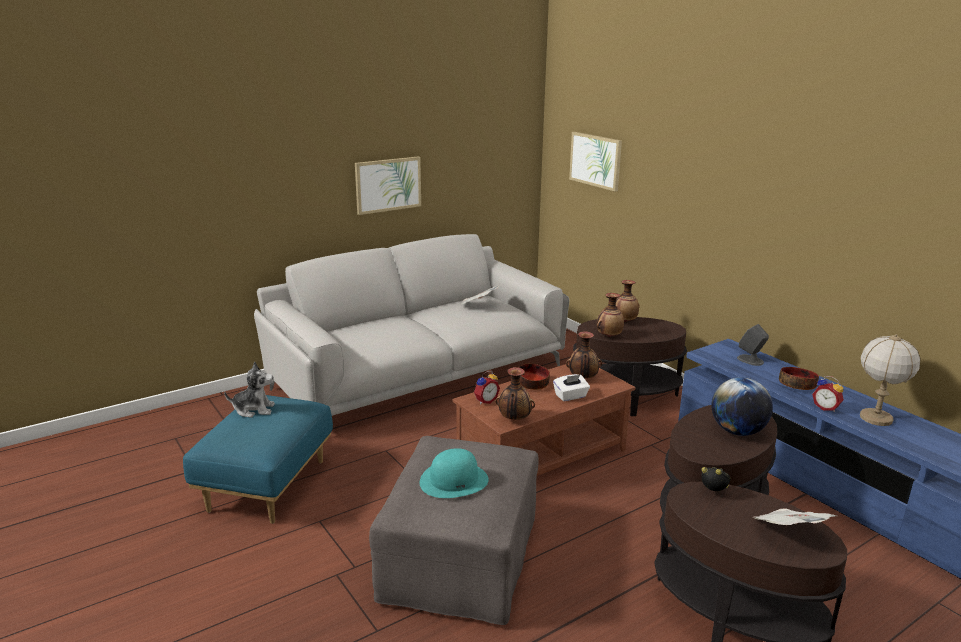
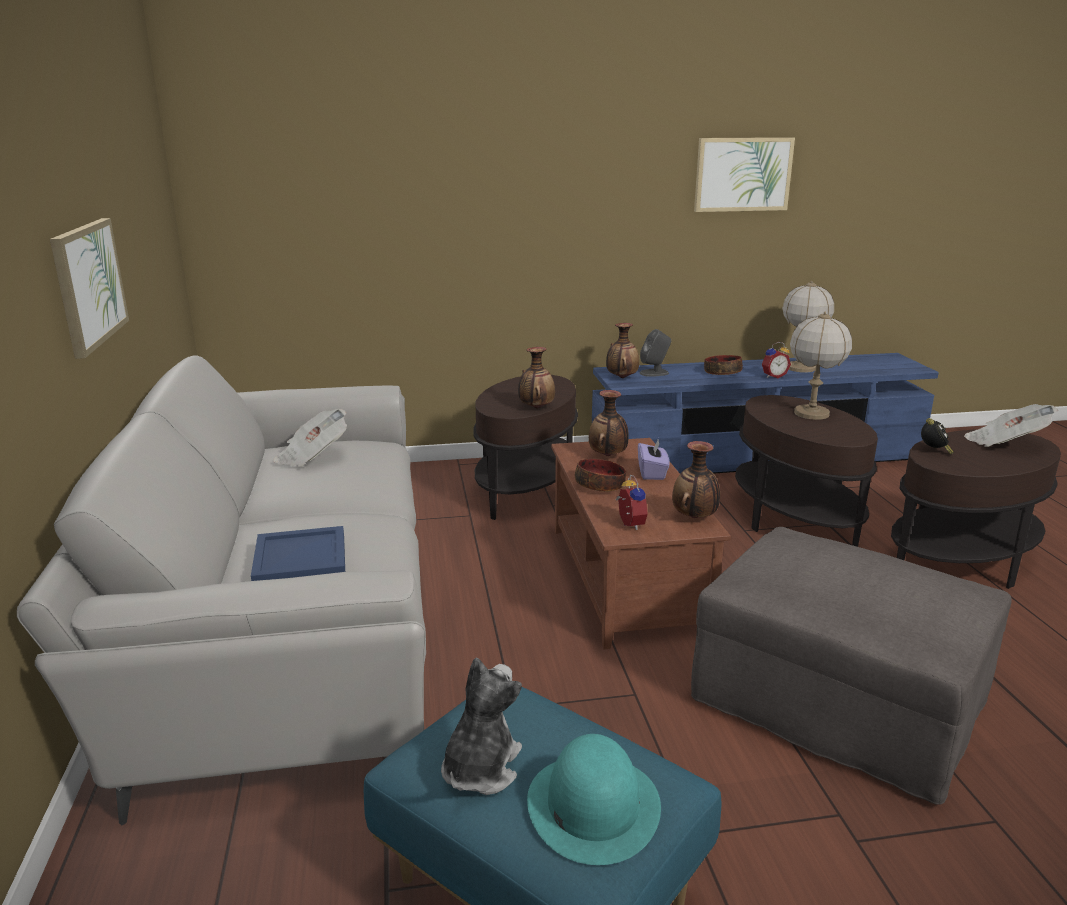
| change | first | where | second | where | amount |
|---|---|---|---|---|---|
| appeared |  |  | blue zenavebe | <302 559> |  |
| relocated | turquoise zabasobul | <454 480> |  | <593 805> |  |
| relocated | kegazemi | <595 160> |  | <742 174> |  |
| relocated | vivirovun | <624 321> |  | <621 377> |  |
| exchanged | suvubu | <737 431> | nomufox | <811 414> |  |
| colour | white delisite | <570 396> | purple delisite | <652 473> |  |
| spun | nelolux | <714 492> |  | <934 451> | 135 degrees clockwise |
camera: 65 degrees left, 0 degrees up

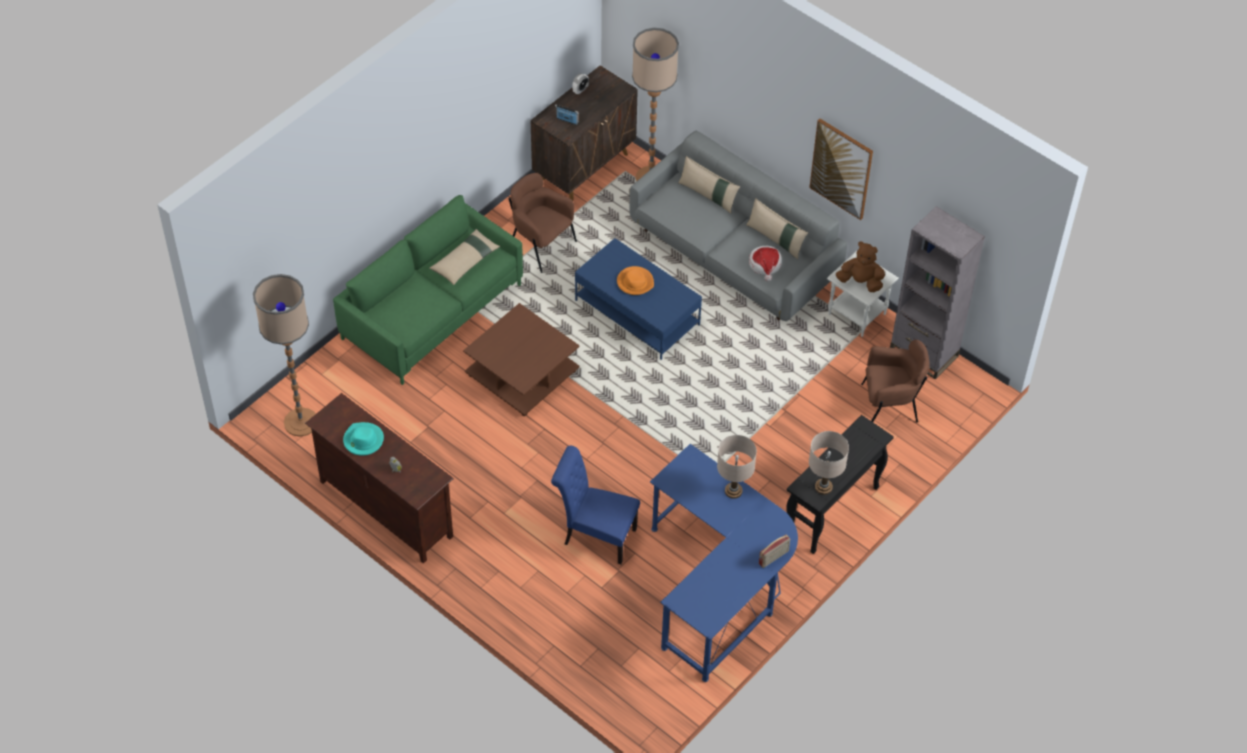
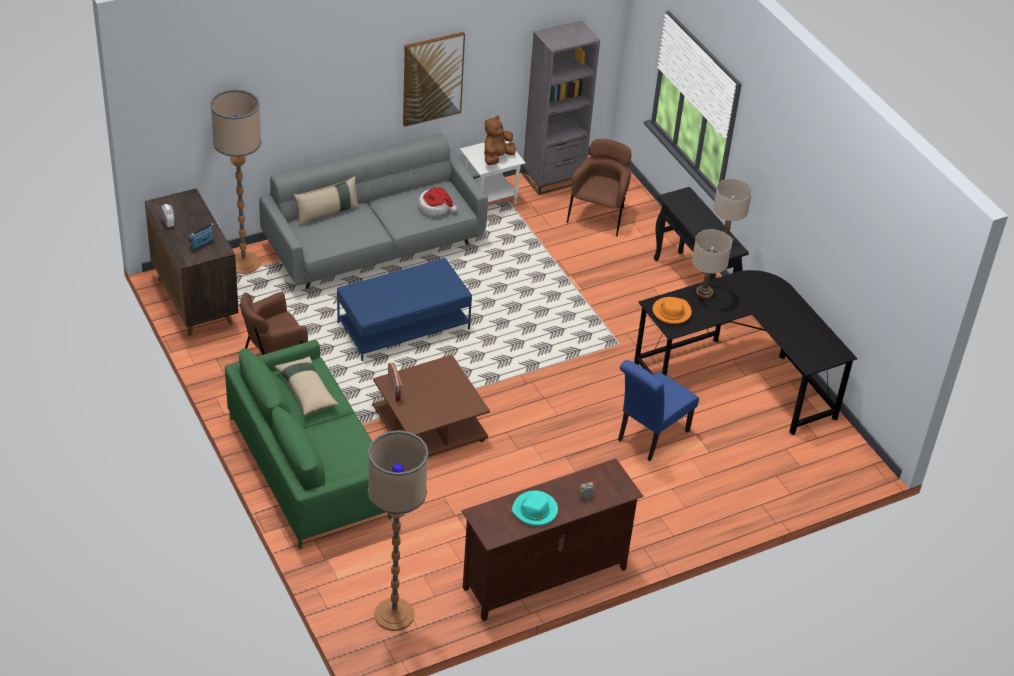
| change | first | where | second | where | amount |
|---|---|---|---|---|---|
| missing | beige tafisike | <775 239> |  |  |  |
| relocated | orange zabasobul | <635 282> |  | <671 312> |  |
| relocated | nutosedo | <774 558> |  | <395 390> |  |
| colour | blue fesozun | <720 584> | black fesozun | <739 376> |  |
camera: 70 degrees left, 10 degrees down

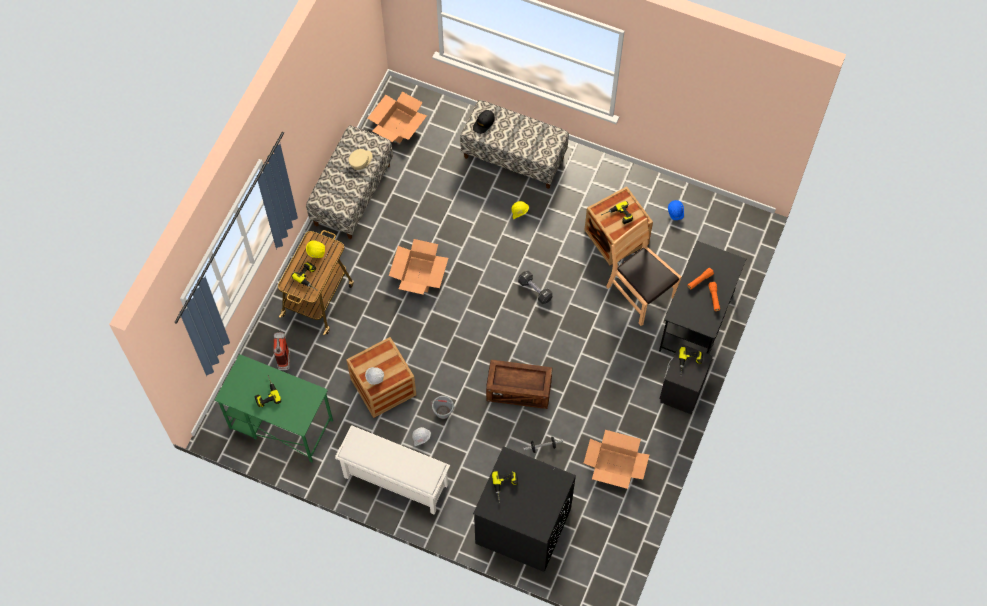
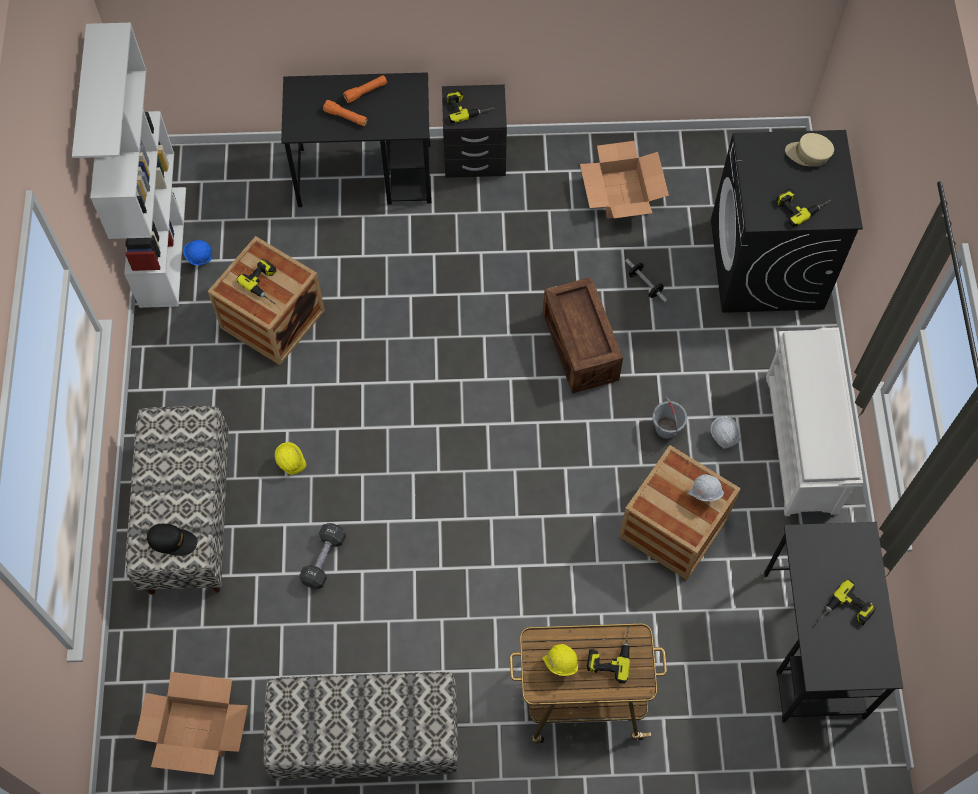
| change | first | where | second | where | amount |
|---|---|---|---|---|---|
| missing | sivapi | <284 356> |  |  |  |
| missing | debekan | <419 274> |  |  |  |
| missing | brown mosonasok | <640 293> |  |  |  |
| appeared |  |  | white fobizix | <162 246> |  |
| relocated | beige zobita | <360 161> |  | <808 154> |  |
| relocated | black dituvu | <535 290> |  | <324 559> |  |
| colour | green fesozun | <280 424> | black fesozun | <813 645> |  |
camera: 115 degrees left, 0 degrees up

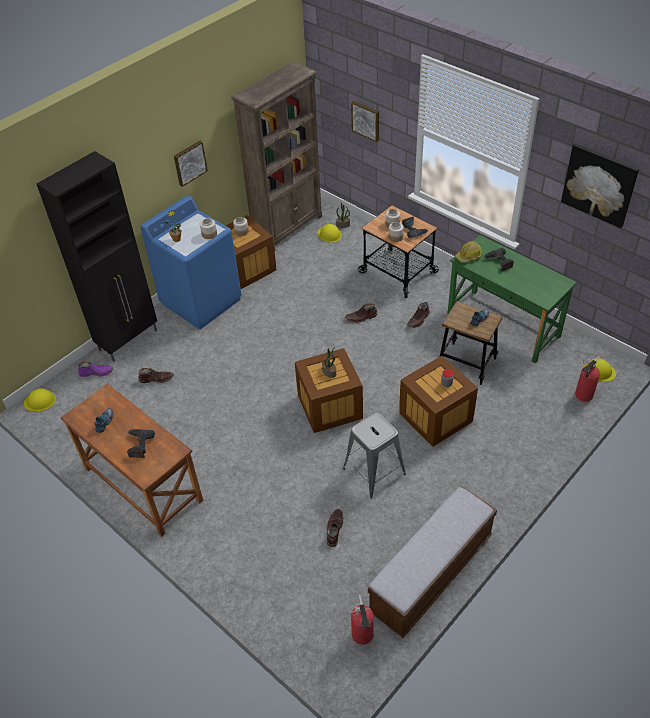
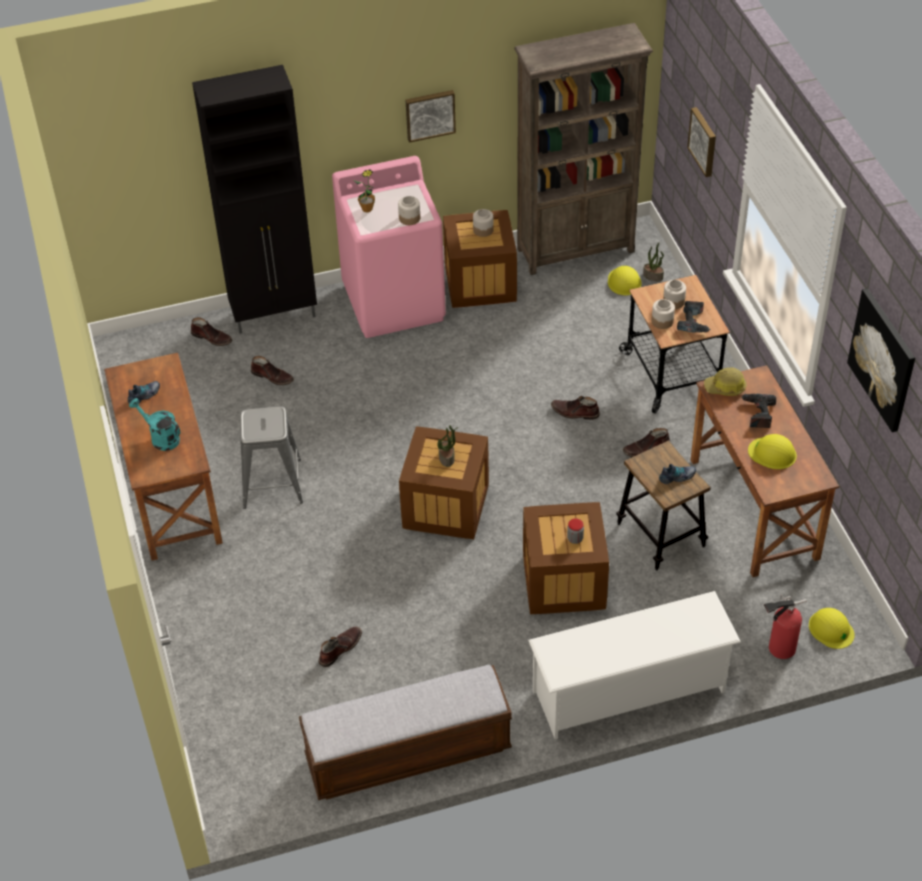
| change | first | where | second | where | amount |
|---|---|---|---|---|---|
| missing | sivapi | <362 636> |  |  |  |
| appeared |  |  | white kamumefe | <629 691> |  |
| relocated | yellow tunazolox | <40 401> |  | <772 453> |  |
| relocated | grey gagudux | <373 471> |  | <272 483> |  |
| exchanged | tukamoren | <139 445> | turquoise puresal | <161 438> |  |
| colour | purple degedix | <96 372> | brown degedix | <212 338> |  |
| colour | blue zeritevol | <201 301> | pink zeritevol | <394 302> |  |
| colour | green fesozun | <503 325> | brown fesozun | <754 508> |  |
camera: 30 degrees right, 0 degrees up

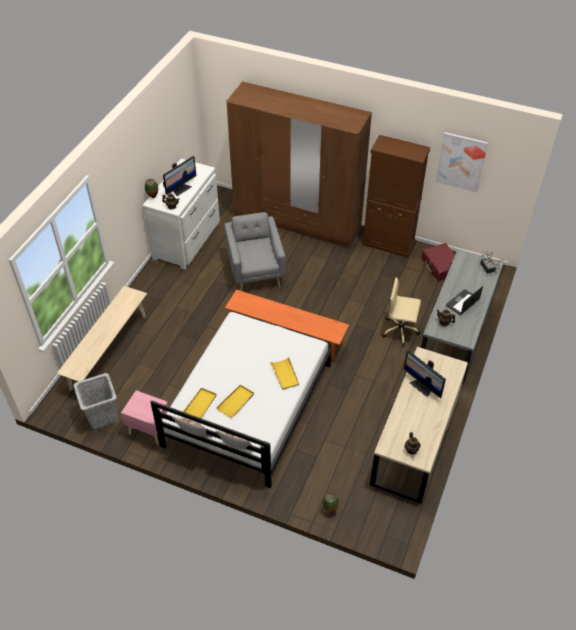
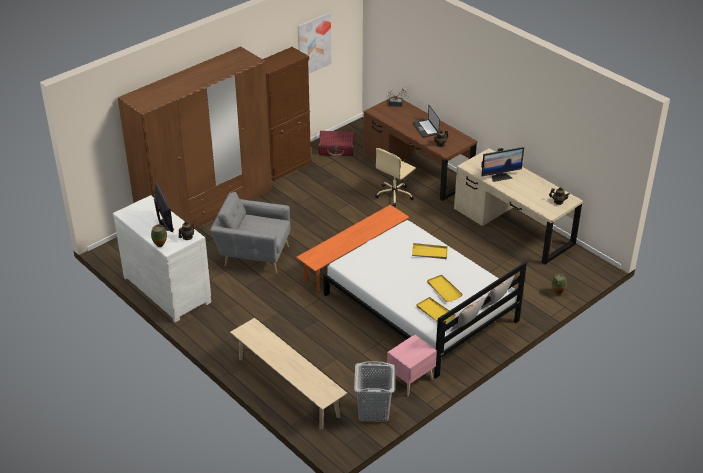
| change | first | where | second | where | amount |
|---|---|---|---|---|---|
| colour | grey fesozun | <456 333> | brown fesozun | <417 168> |  |
camera: 65 degrees left, 10 degrees down

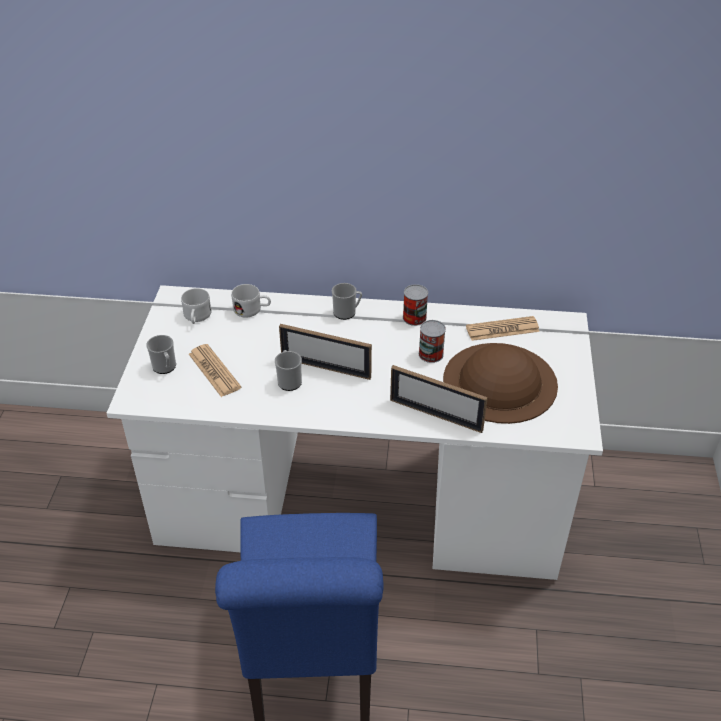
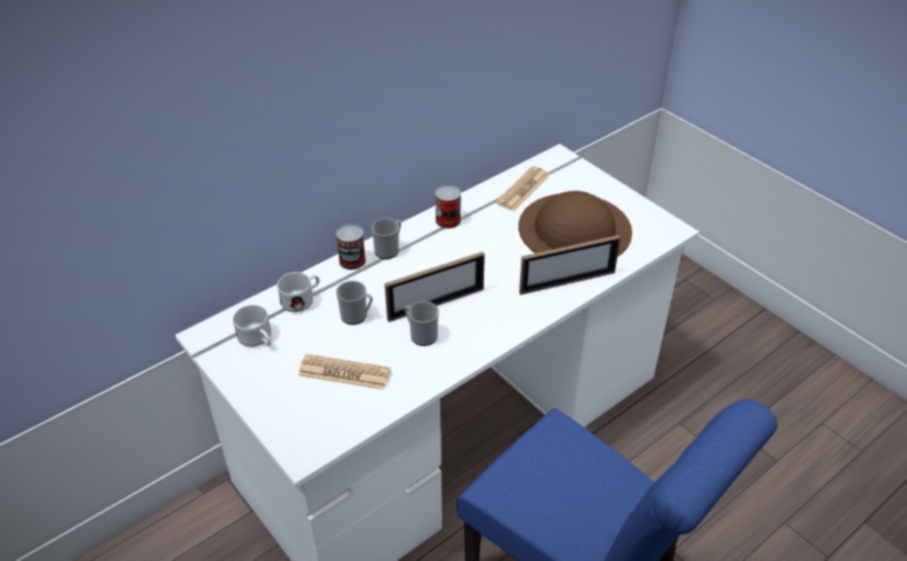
| change | first | where | second | where | amount |
|---|---|---|---|---|---|
| relocated | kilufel | <165 368> |  | <357 316> |  |
| relocated | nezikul | <431 354> |  | <352 261> |  |
camera: 45 degrees left, 0 degrees up

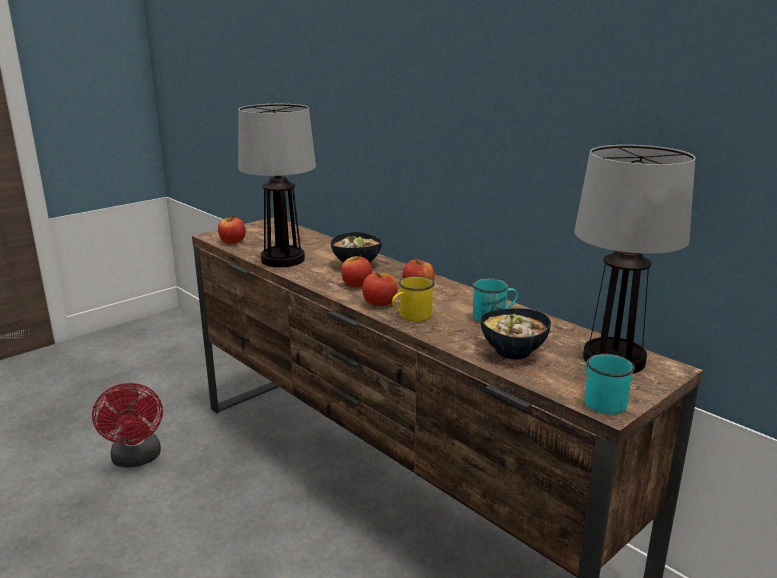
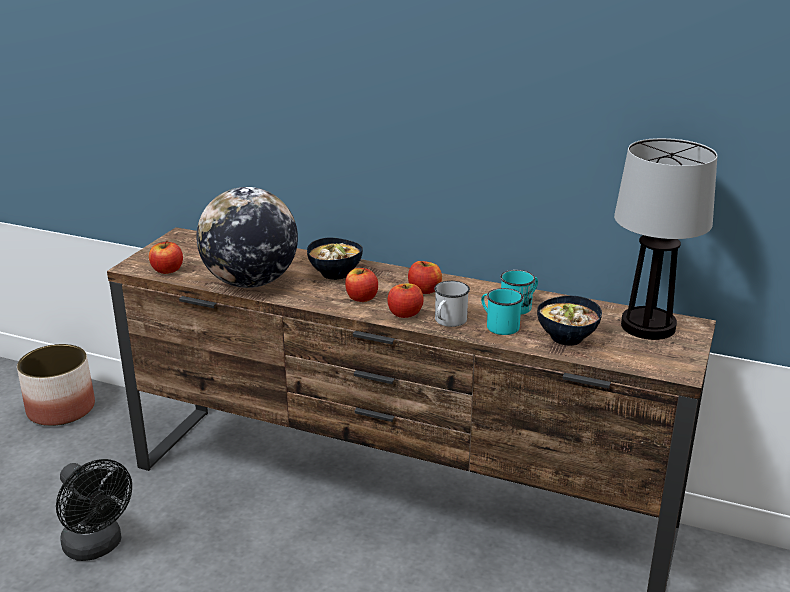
| change | first | where | second | where | amount |
|---|---|---|---|---|---|
| appeared |  |  | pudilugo | <61 410> |  |
| relocated | turquoise kilufel | <601 400> |  | <498 325> |  |
| exchanged | nomufox | <282 259> | suvubu | <250 282> |  |
| colour | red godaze | <137 459> | black godaze | <97 547> |  |
| colour | yellow kilufel | <411 316> | white kilufel | <448 322> |  |
camera: 25 degrees left, 5 degrees up

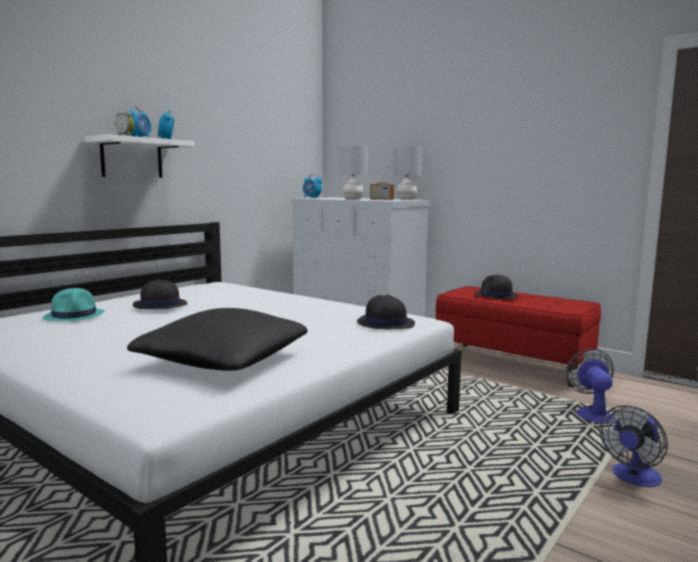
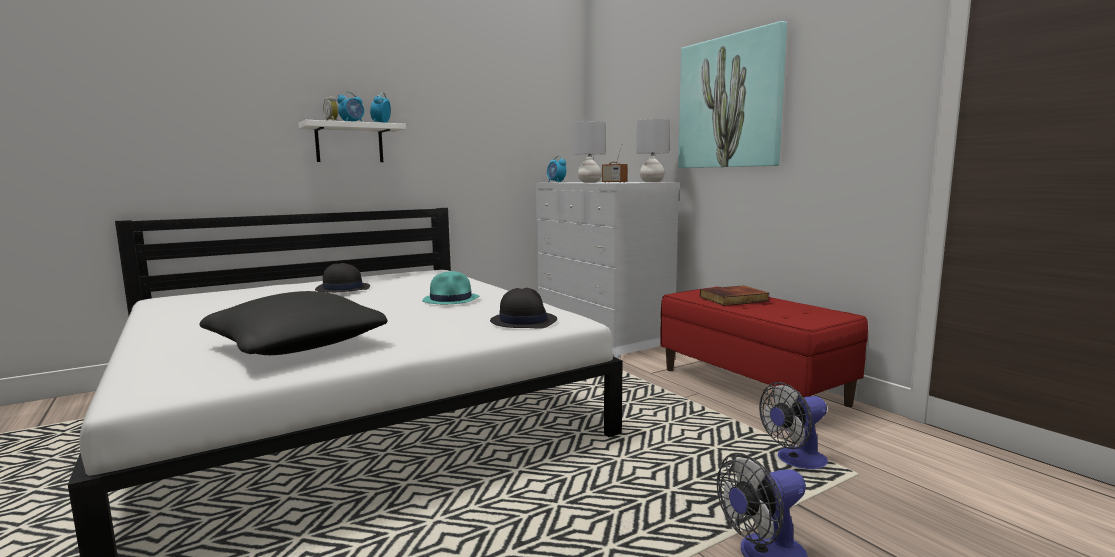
| change | first | where | second | where | amount |
|---|---|---|---|---|---|
| appeared |  |  | kegazemi | <730 103> |  |
| relocated | turquoise zabasobul | <75 316> |  | <451 299> |  |
| exchanged | black zabasobul | <496 295> | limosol | <734 299> |  |
| spun | godaze | <592 413> |  | <795 461> | 135 degrees counterclockwise |
camera: 20 degrees right, 0 degrees up

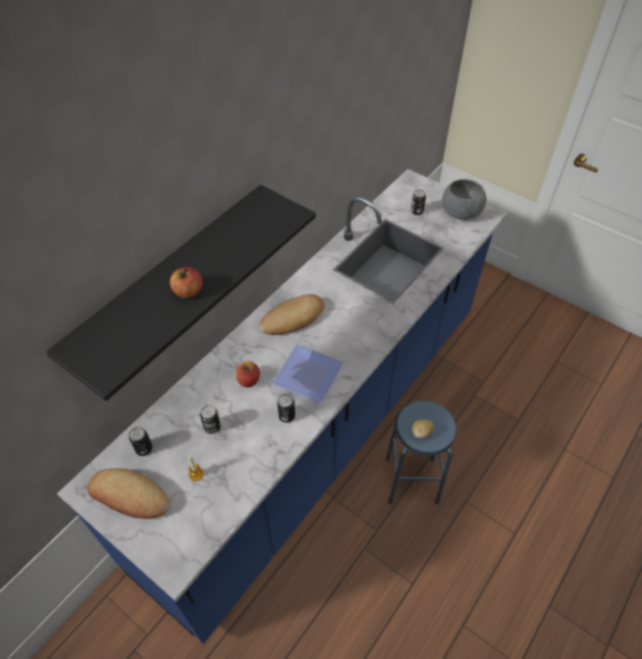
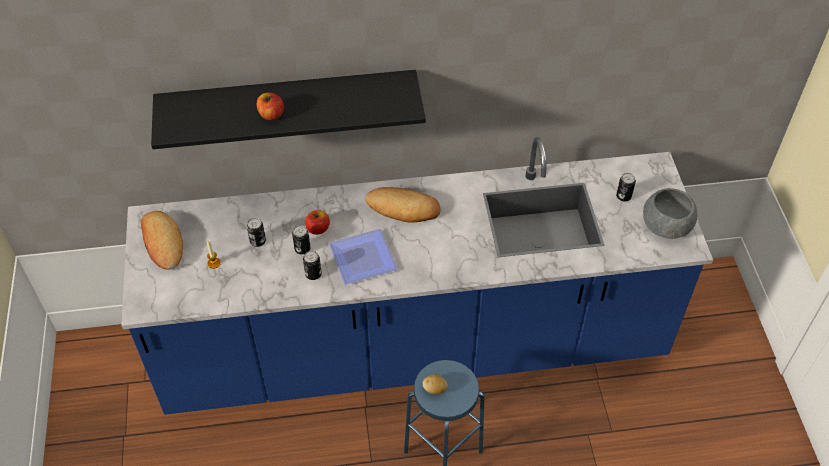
| change | first | where | second | where | amount |
|---|---|---|---|---|---|
| relocated | nezikul | <144 449> |  | <302 249> |  |
camera: 45 degrees right, 0 degrees up

